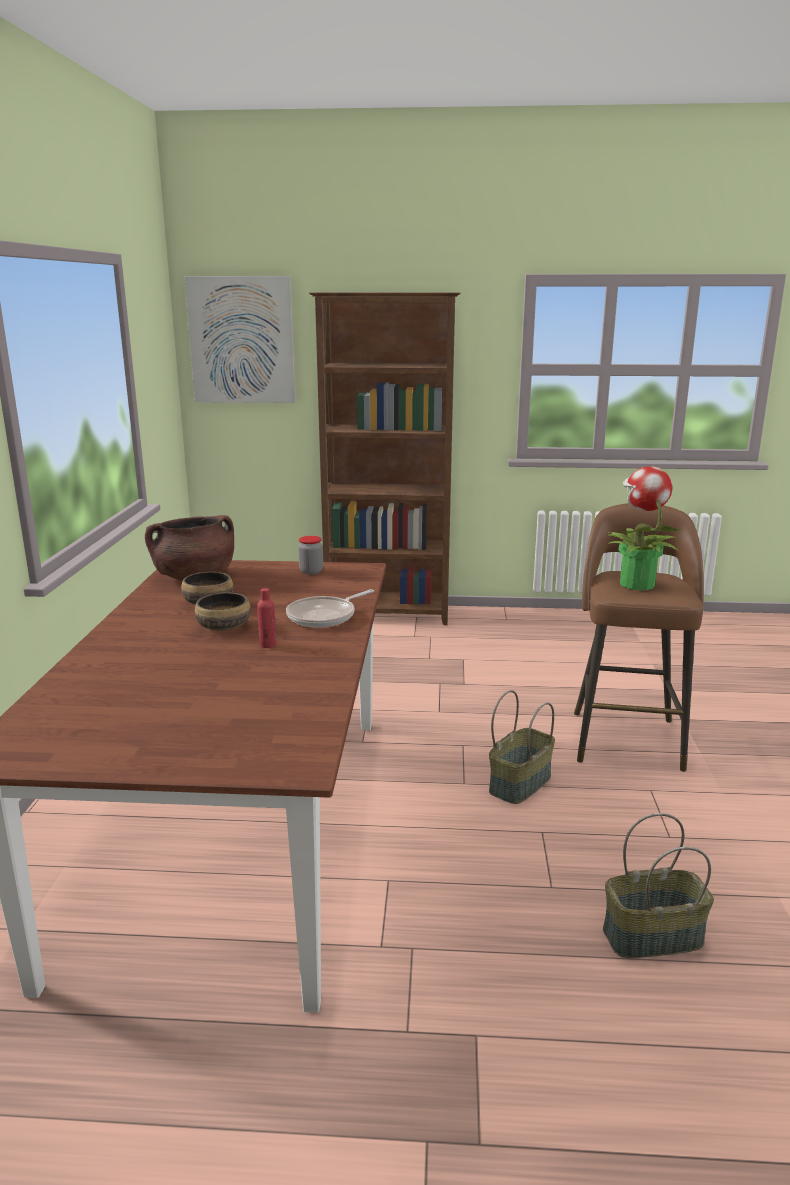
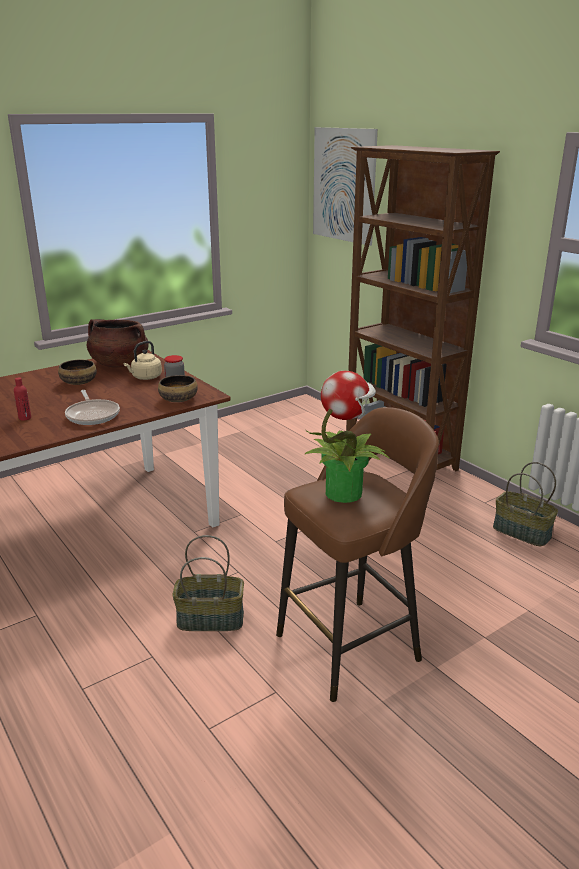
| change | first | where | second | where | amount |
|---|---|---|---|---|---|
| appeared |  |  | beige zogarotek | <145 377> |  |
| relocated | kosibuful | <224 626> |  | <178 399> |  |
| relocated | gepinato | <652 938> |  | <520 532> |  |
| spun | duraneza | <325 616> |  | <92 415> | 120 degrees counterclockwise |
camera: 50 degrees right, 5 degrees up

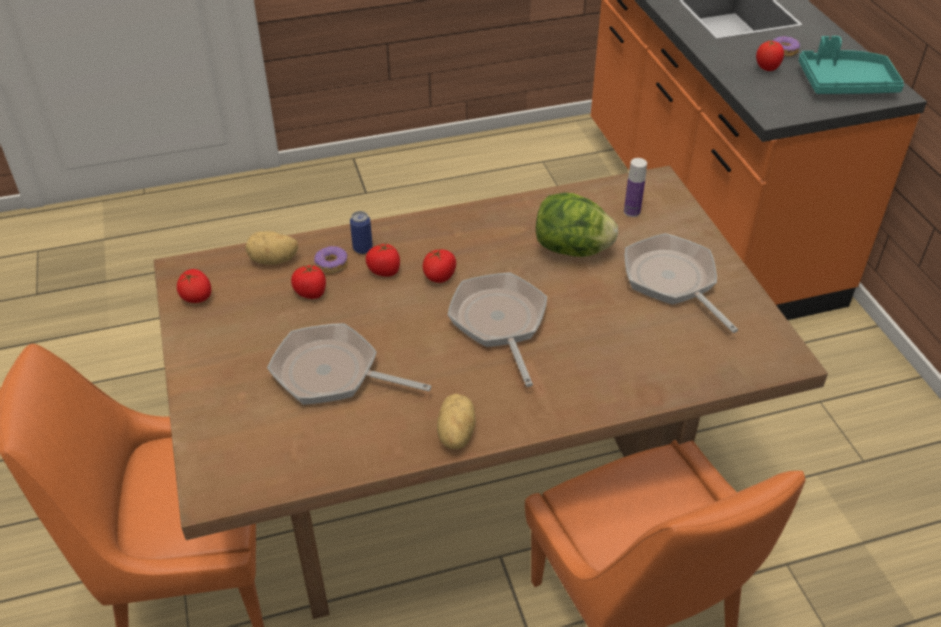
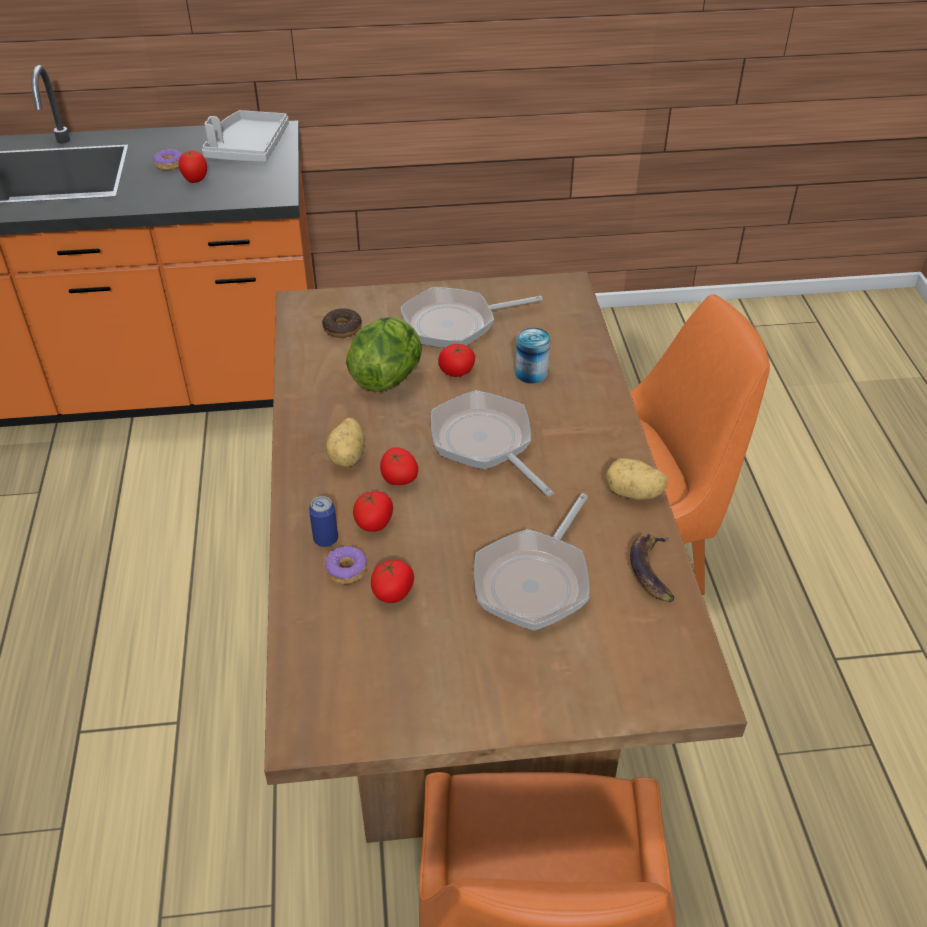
| change | first | where | second | where | amount |
|---|---|---|---|---|---|
| appeared |  |  | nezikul | <531 373> |  |
| appeared |  |  | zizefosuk | <651 570> |  |
| relocated | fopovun | <197 297> |  | <456 372> |  |
| relocated | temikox | <273 260> |  | <348 456> |  |
| exchanged | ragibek | <632 212> | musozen | <342 328> |  |
| colour | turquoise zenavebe | <845 84> | grey zenavebe | <248 148> |  |
| spun | duraneza | <499 323> |  | <485 443> | 60 degrees clockwise |
camera: 80 degrees left, 0 degrees up

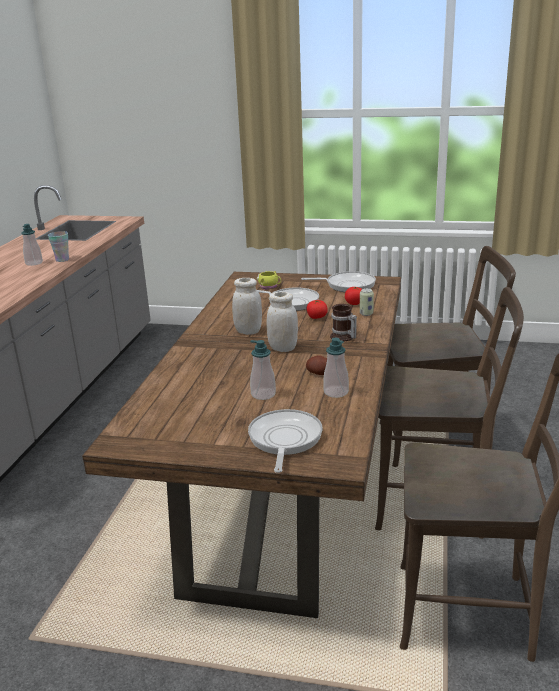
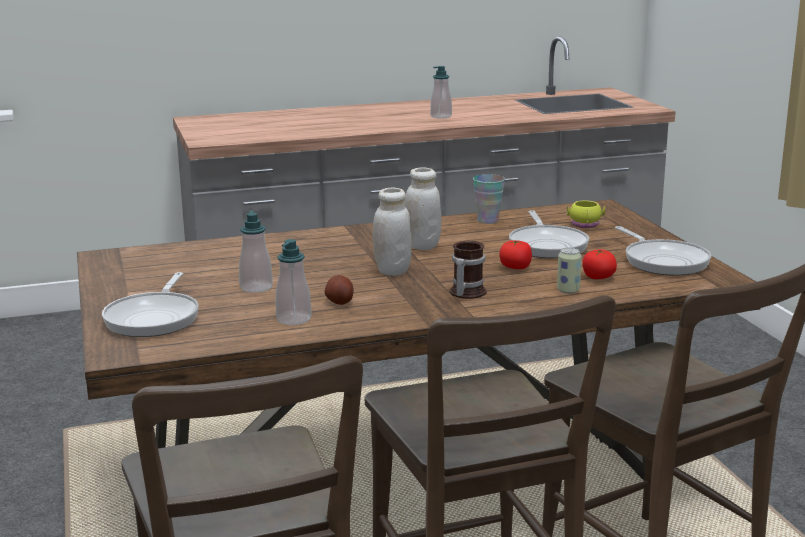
| change | first | where | second | where | amount |
|---|---|---|---|---|---|
| relocated | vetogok | <62 260> |  | <488 220> |  |
| spun | duraneza | <284 440> |  | <154 318> | 120 degrees clockwise |
camera: 60 degrees right, 5 degrees down

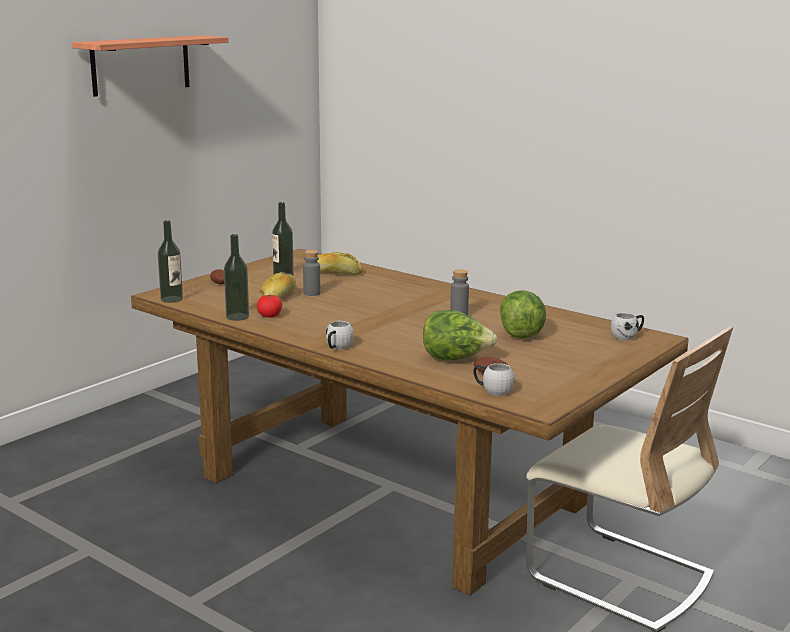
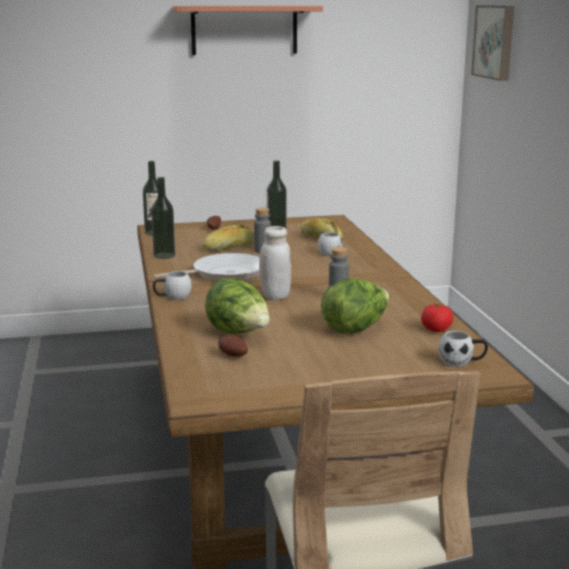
| change | first | where | second | where | amount |
|---|---|---|---|---|---|
| appeared |  |  | duraneza | <225 273> |  |
| appeared |  |  | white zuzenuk | <275 296> |  |
| appeared |  |  | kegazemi | <495 42> |  |
| relocated | fopovun | <270 316> |  | <436 329> |  |
| relocated | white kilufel | <492 390> |  | <328 252> |  |
camera: 40 degrees right, 0 degrees up

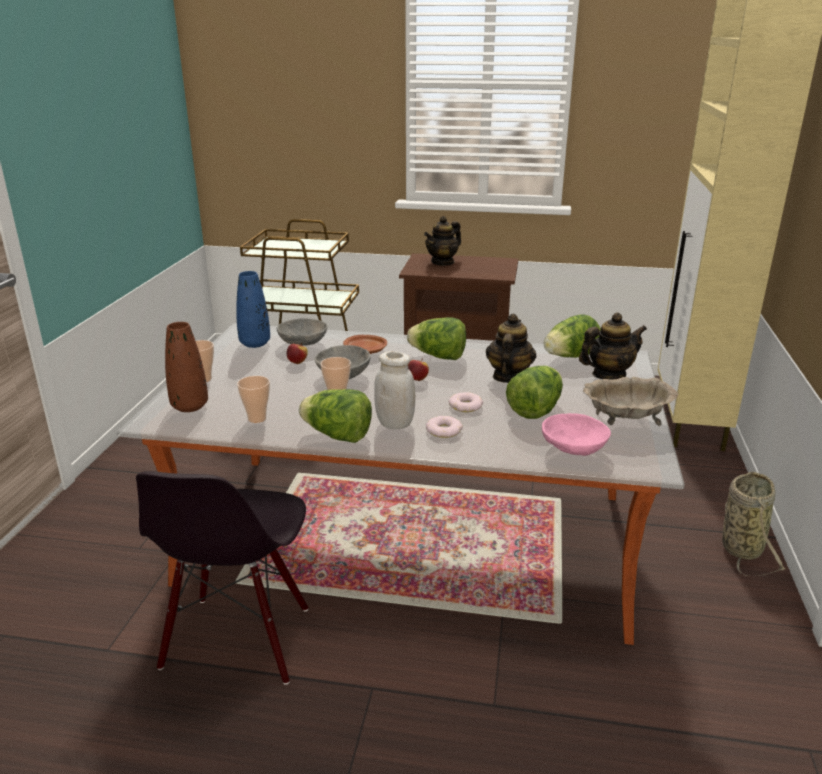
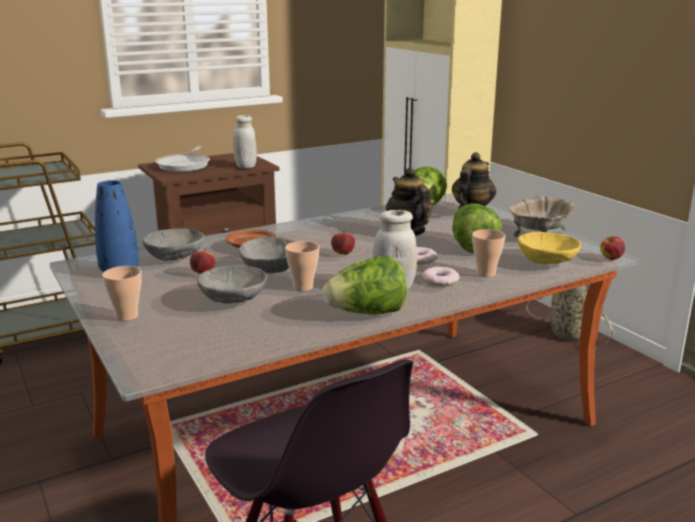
| change | first | where | second | where | amount |
|---|---|---|---|---|---|
| missing | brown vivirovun | <190 406> |  |  |  |
| missing | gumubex | <438 357> |  |  |  |
| appeared |  |  | grey kosibuful | <233 301> |  |
| appeared |  |  | white zuzenuk | <245 166> |  |
| appeared |  |  | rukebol | <611 258> |  |
| relocated | vetogok | <257 418> |  | <485 273> |  |
| exchanged | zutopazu | <442 262> | duraneza | <185 165> |  |
| colour | pink kosibuful | <572 450> | yellow kosibuful | <547 262> |  |
camera: 40 degrees left, 5 degrees down

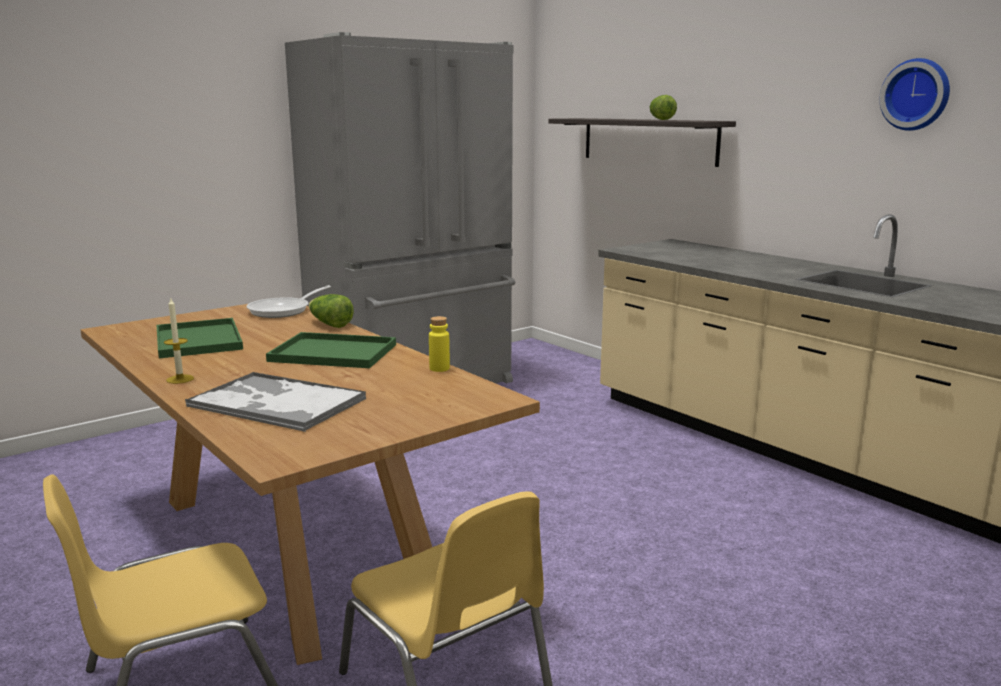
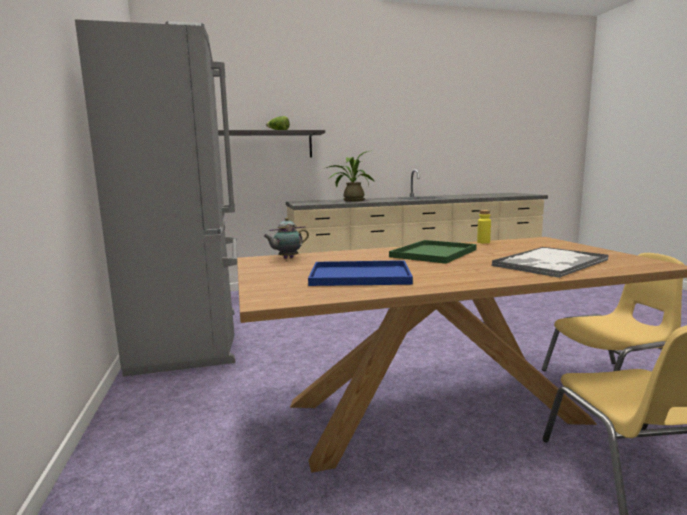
| change | first | where | second | where | amount |
|---|---|---|---|---|---|
| missing | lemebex | <180 379> |  |  |  |
| missing | gumubex | <330 324> |  |  |  |
| missing | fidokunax | <916 94> |  |  |  |
| appeared |  |  | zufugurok | <351 200> |  |
| exchanged | duraneza | <284 310> | zutopazu | <287 258> |  |
| colour | green zenavebe | <197 340> | blue zenavebe | <358 276> |  |
camera: 65 degrees left, 5 degrees down

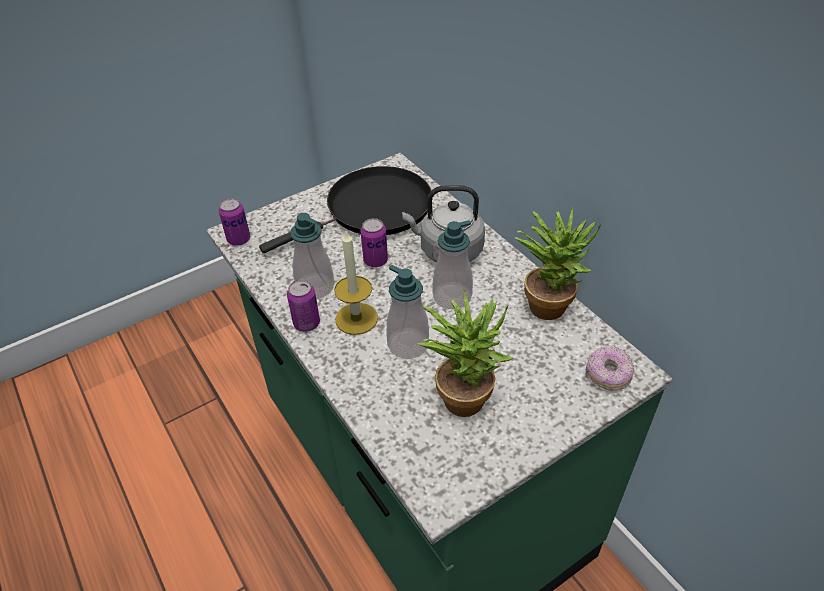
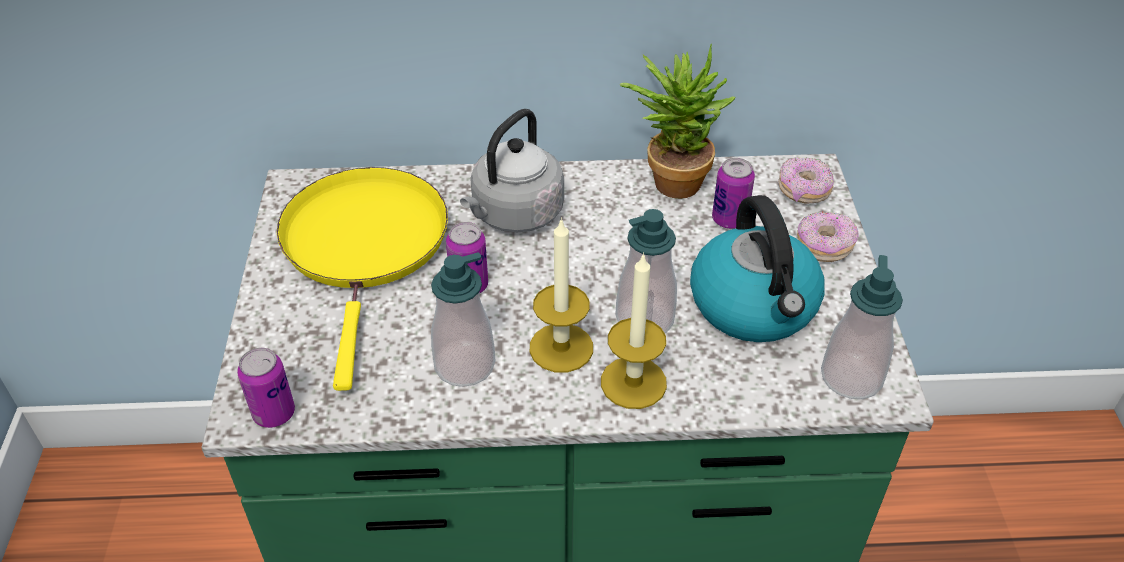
| change | first | where | second | where | amount |
|---|---|---|---|---|---|
| appeared |  |  | lemebex | <633 382> |  |
| appeared |  |  | musozen | <824 246> |  |
| relocated | nezikul | <306 323> |  | <729 219> |  |
| relocated | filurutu | <452 296> |  | <851 377> |  |
| exchanged | zufugurok | <463 393> | zogarotek | <754 306> |  |
| colour | black duraneza | <373 210> | yellow duraneza | <365 246> |  |
camera: 60 degrees left, 0 degrees up

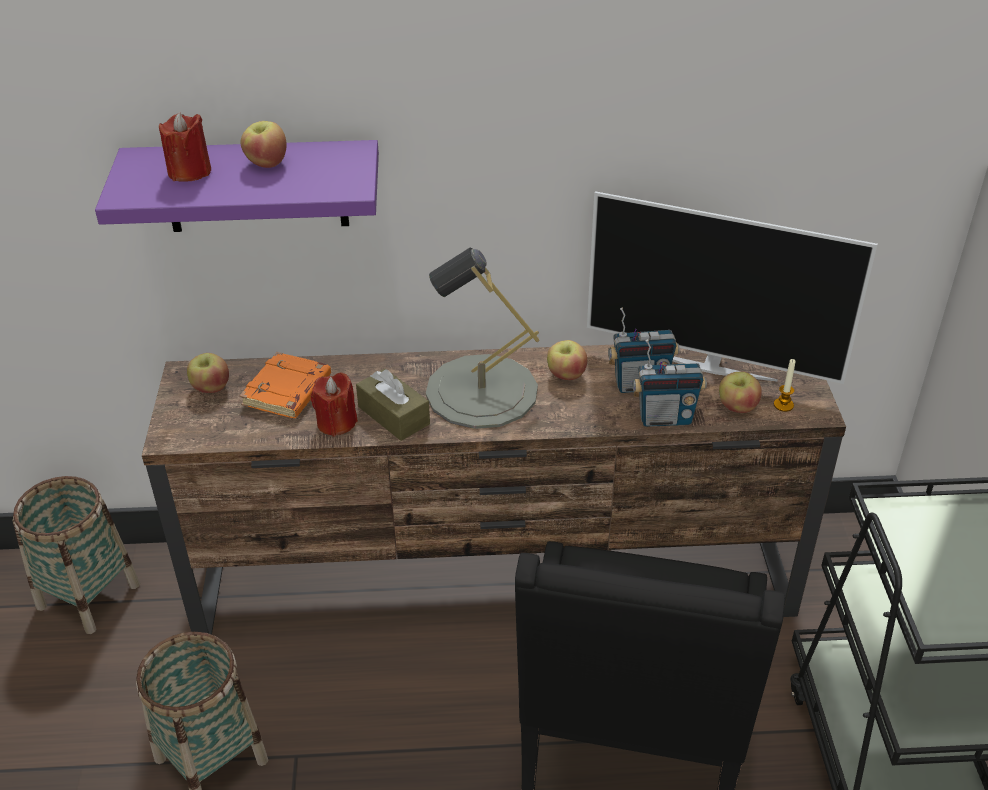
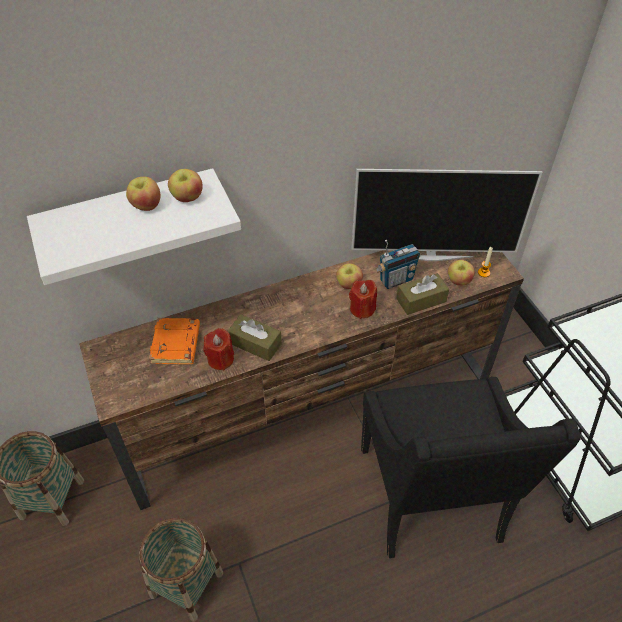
| change | first | where | second | where | amount |
|---|---|---|---|---|---|
| missing | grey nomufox | <481 391> |  |  |  |
| relocated | red lemebex | <189 172> |  | <362 309> |  |
| relocated | rukebol | <211 388> |  | <187 198> |  |
| exchanged | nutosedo | <665 418> | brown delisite | <421 300> |  |
| colour | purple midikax | <255 186> | white midikax | <130 217> |  |
camera: 20 degrees left, 10 degrees up

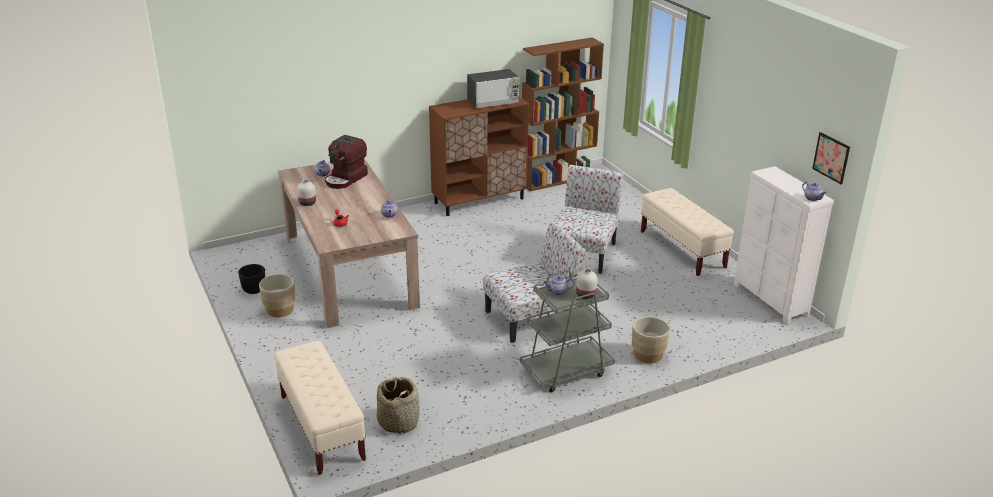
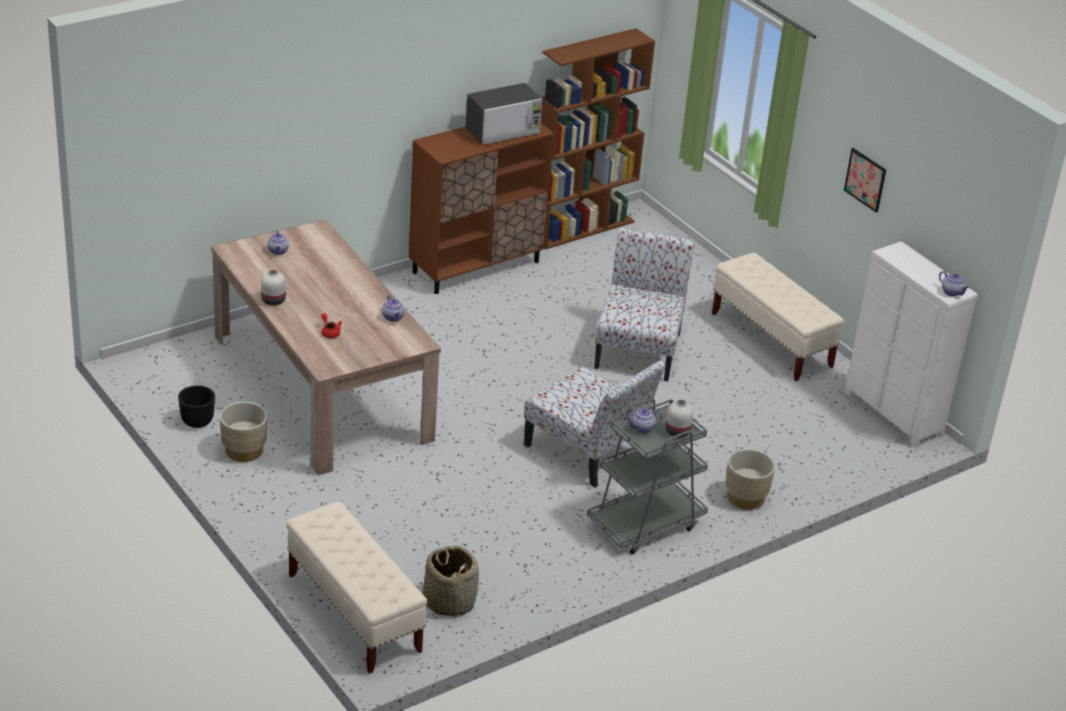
| change | first | where | second | where | amount |
|---|---|---|---|---|---|
| missing | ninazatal | <346 179> |  |  |  |
| relocated | kegazemi | <831 157> |  | <865 179> |  |
| spun | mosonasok | <531 318> |  | <587 451> | 75 degrees clockwise |
camera: 10 degrees left, 5 degrees up

